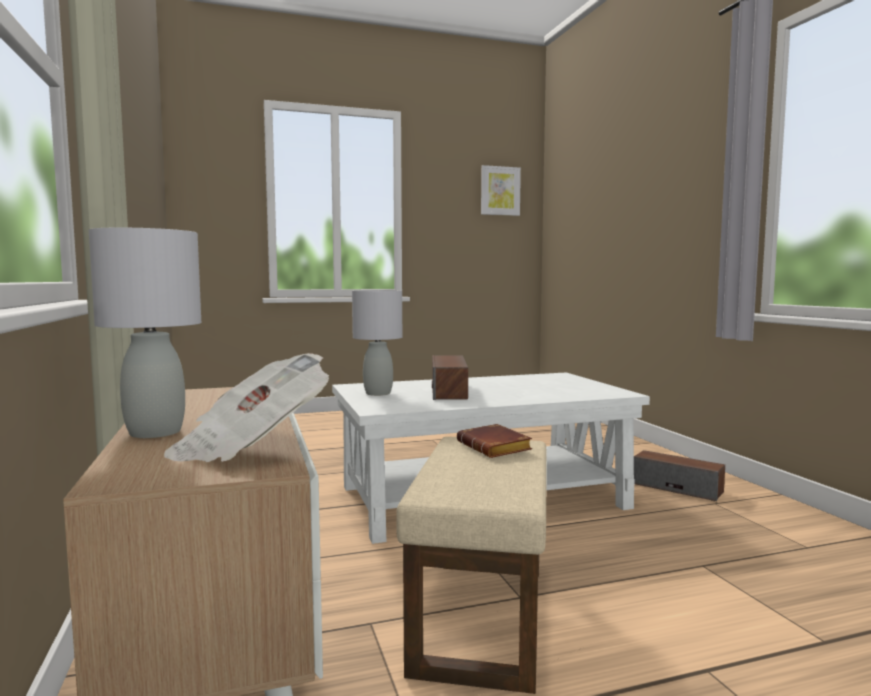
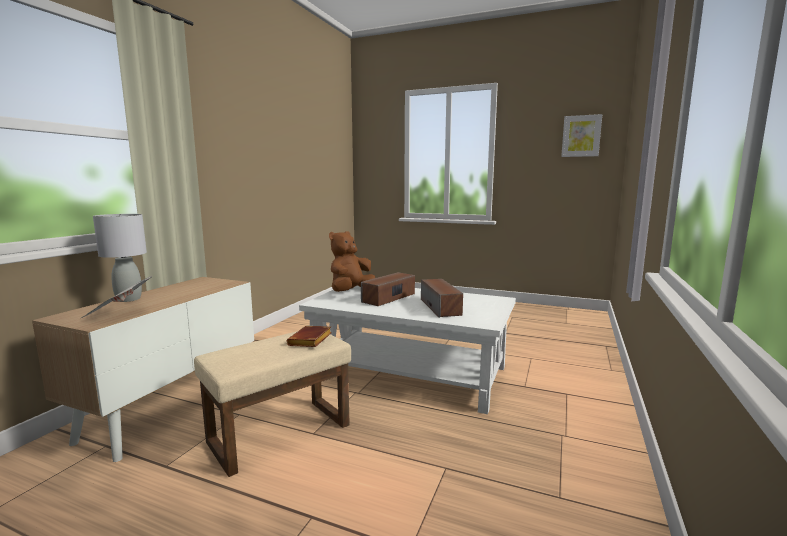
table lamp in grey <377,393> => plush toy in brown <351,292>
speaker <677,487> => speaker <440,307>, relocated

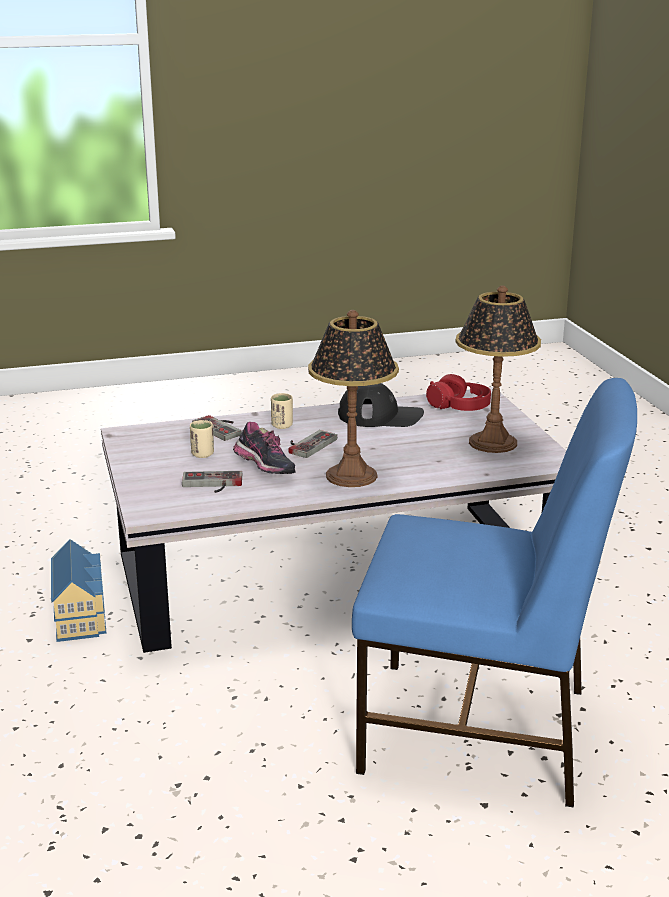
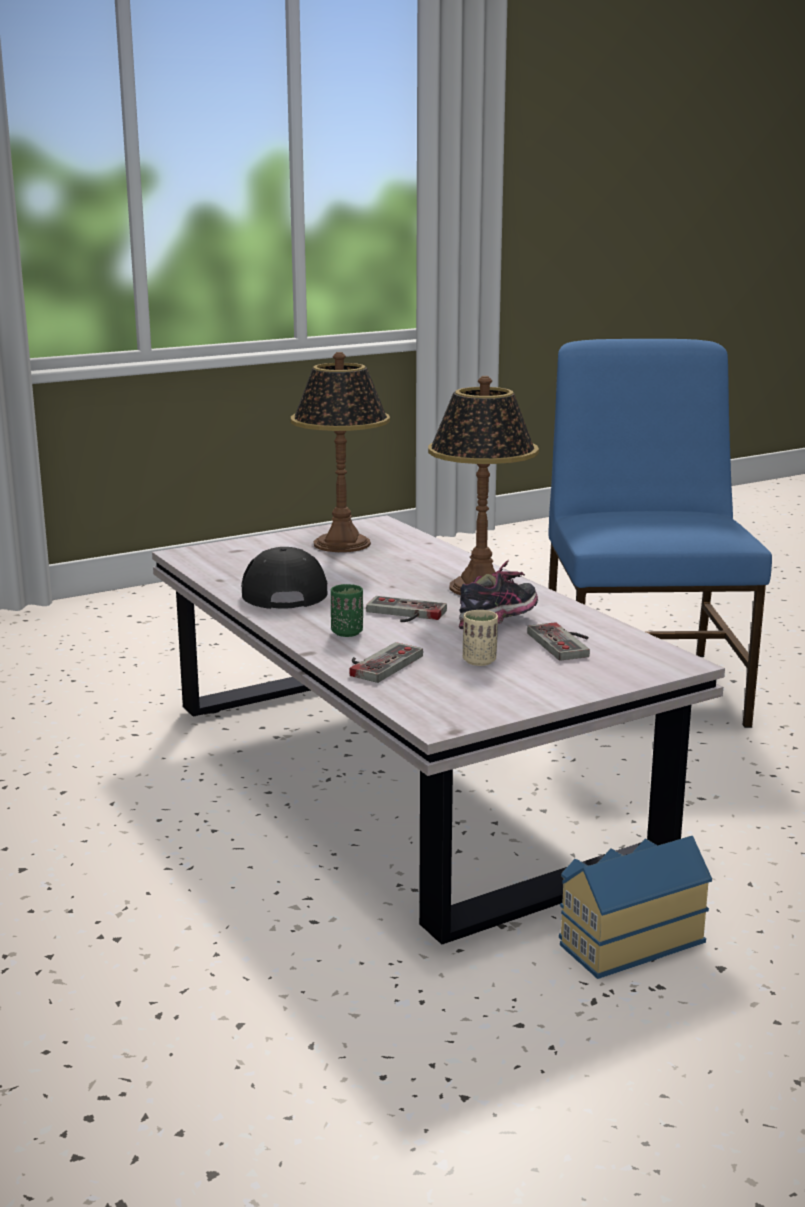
cup in beige <282,426> => cup in green <347,632>
headphones in red <459,406> => nothing

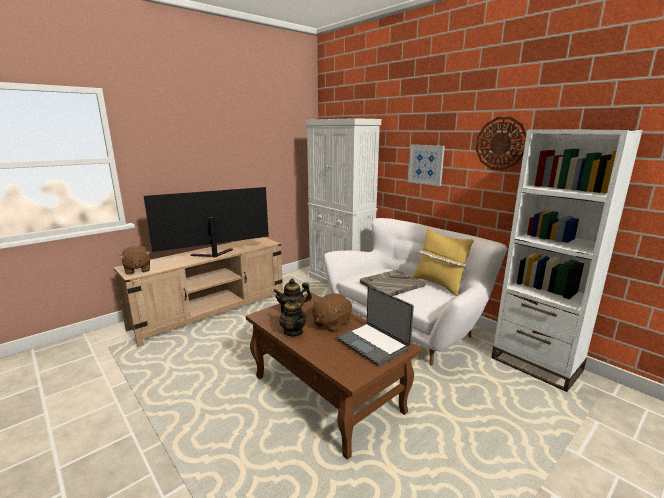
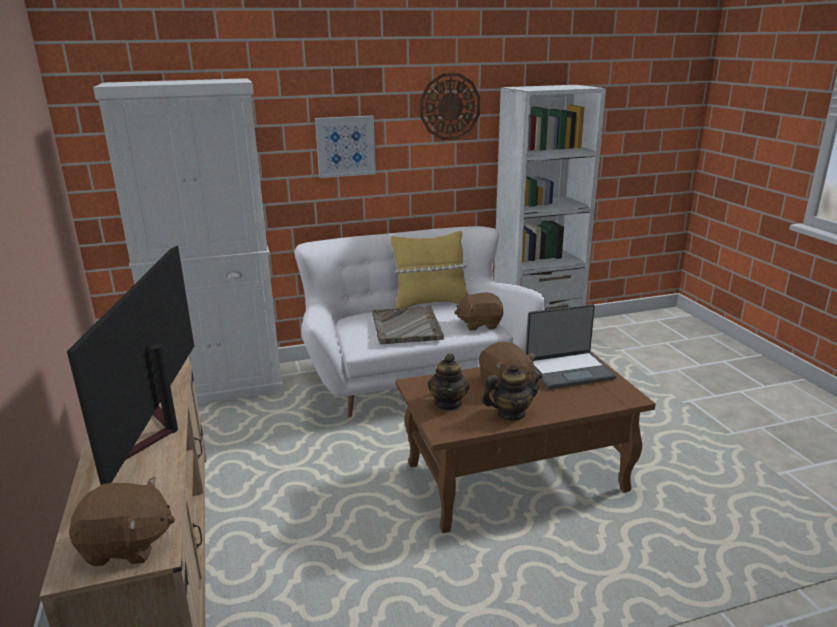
nothing => plush toy in brown <479,324>

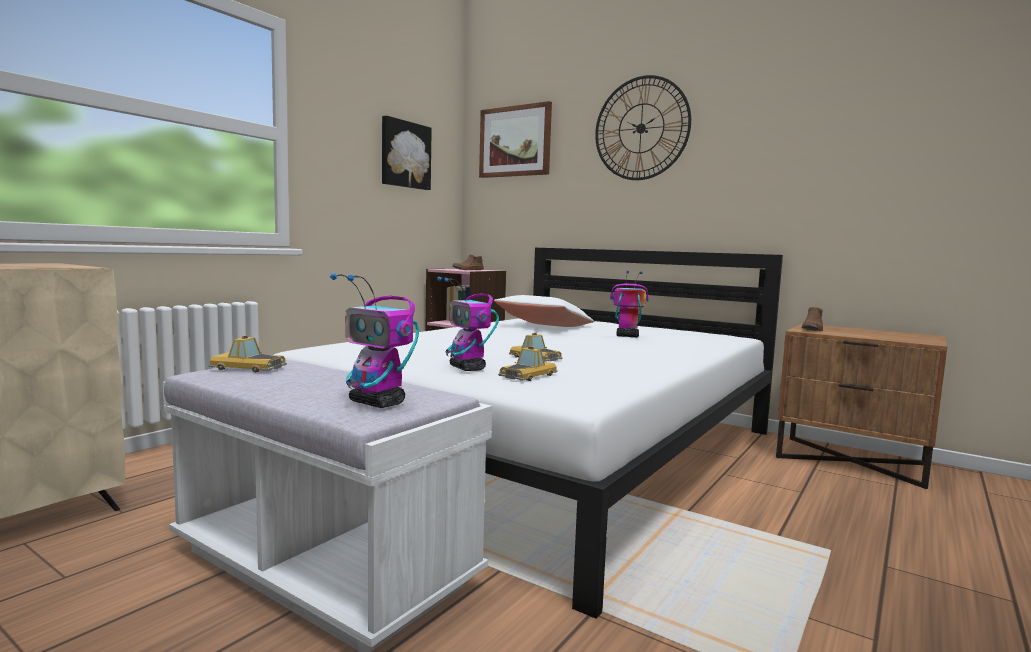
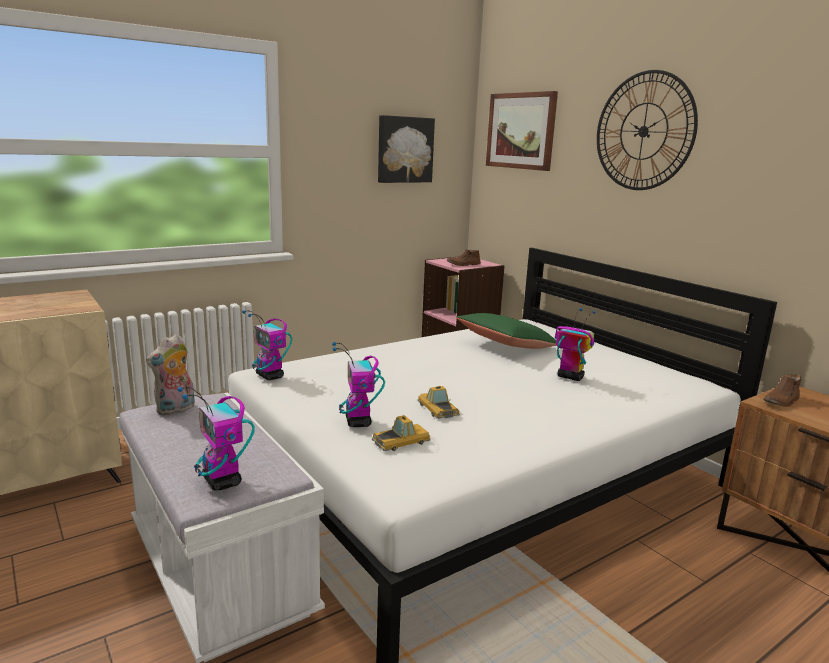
toy car <247,367> => plush toy <176,410>
pillow in white <544,327> => pillow in green <506,345>
nothing => toy robot <270,376>

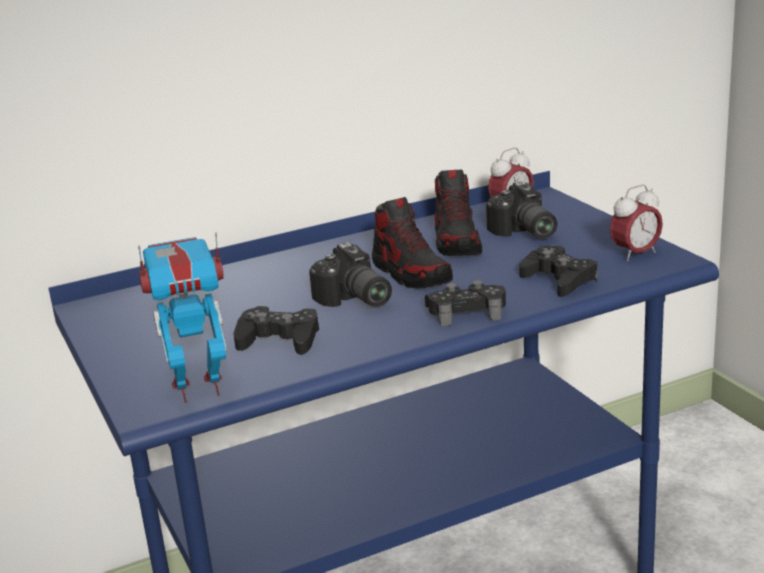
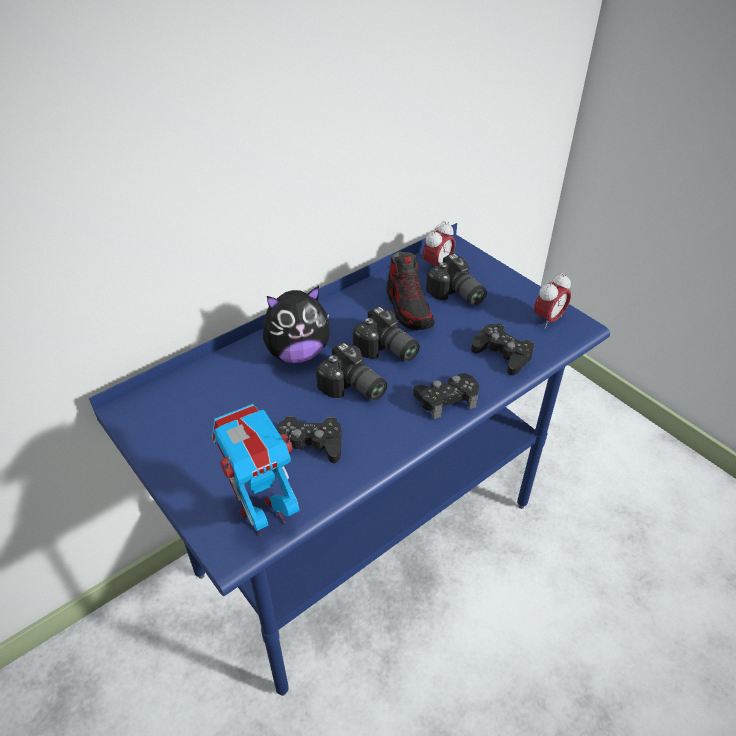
shoe <411,273> => photo camera <386,351>
nothing => plush toy <297,353>

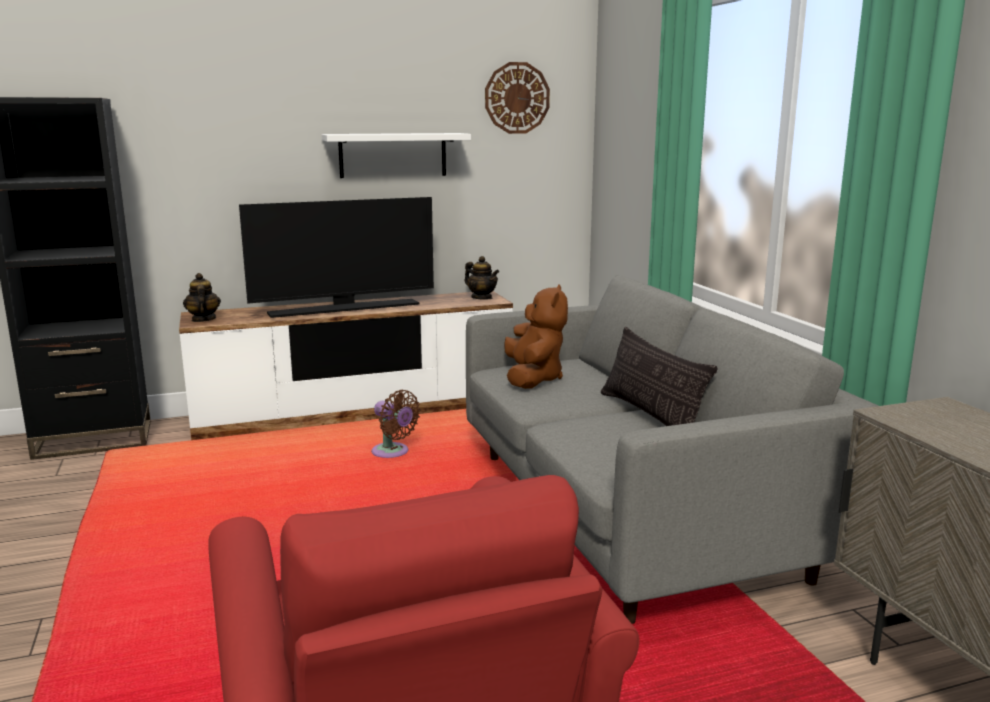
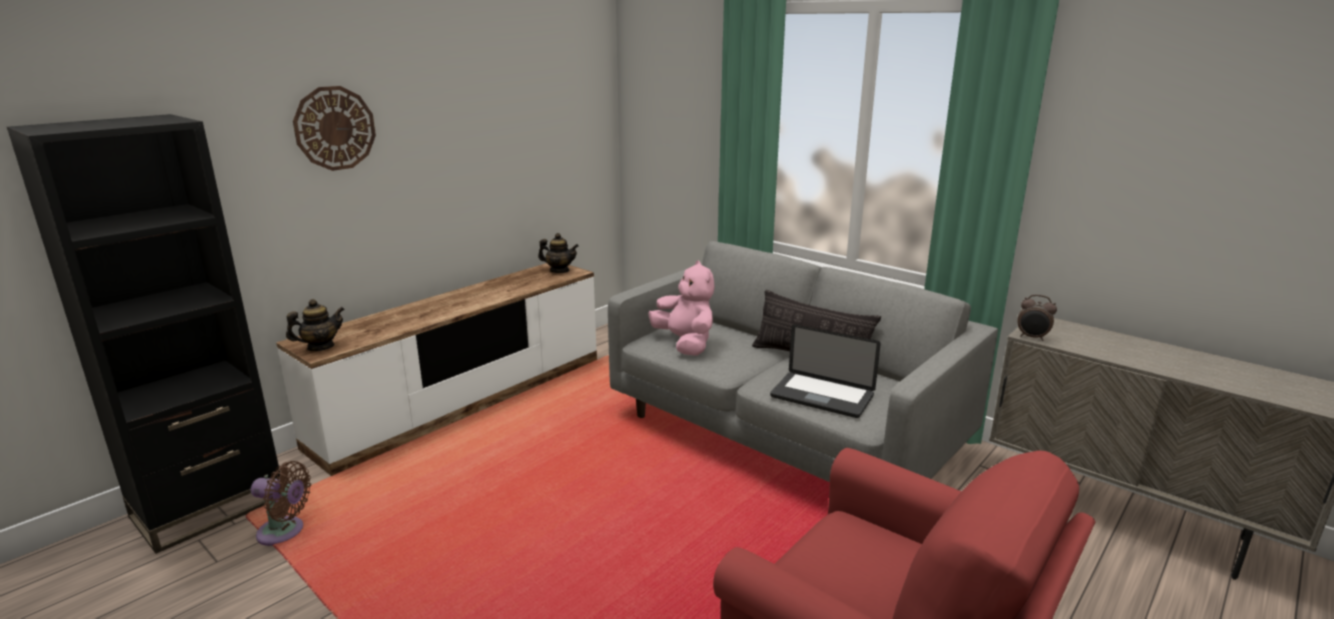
teapot <203,319> => teapot <320,347>, 105 degrees clockwise
television <345,309> => nothing
shelf in white <393,155> => nothing
fan in brown <393,453> => fan in brown <285,532>, relocated
wall clock <517,98> => wall clock <335,128>, relocated
plush toy in brown <533,379> => plush toy in pink <685,344>
nothing => laptop <822,396>
nothing => alarm clock <1032,337>

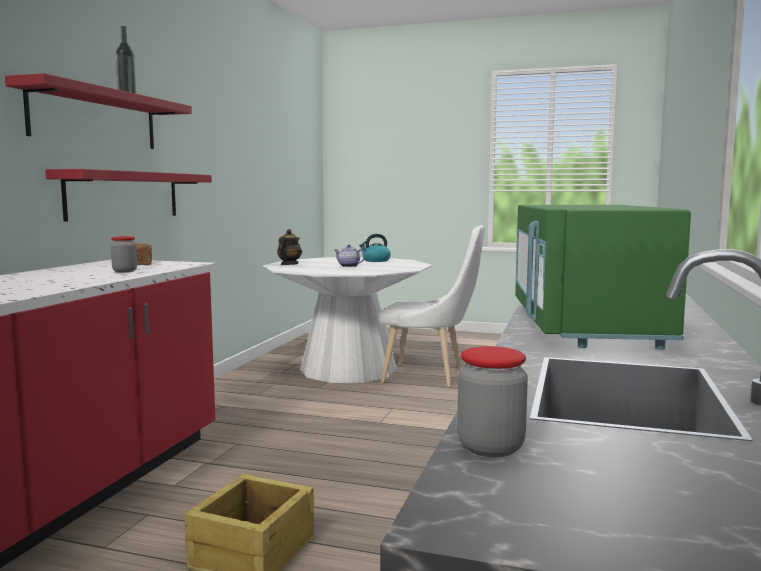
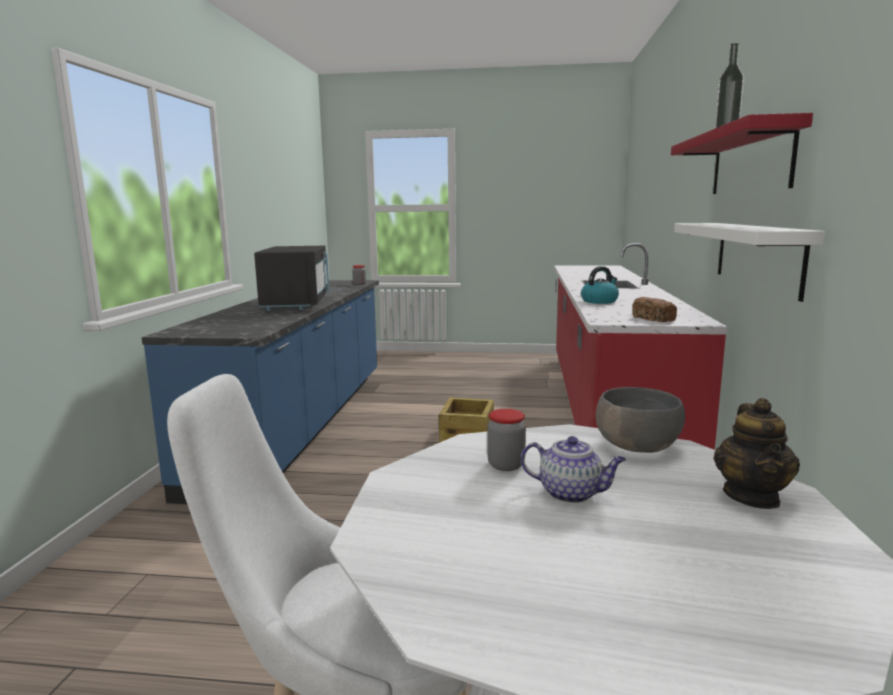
shelf in red <124,195> => shelf in white <757,256>
jar <124,271> => jar <506,465>, relocated
kettle <375,260> => kettle <599,301>, relocated
microwave in green <584,326> => microwave in black <297,303>
nothing => bowl in grey <636,446>

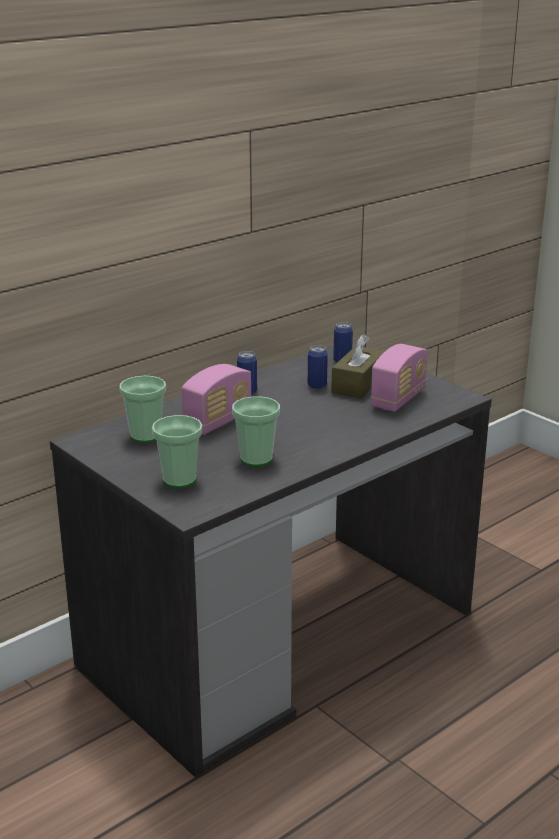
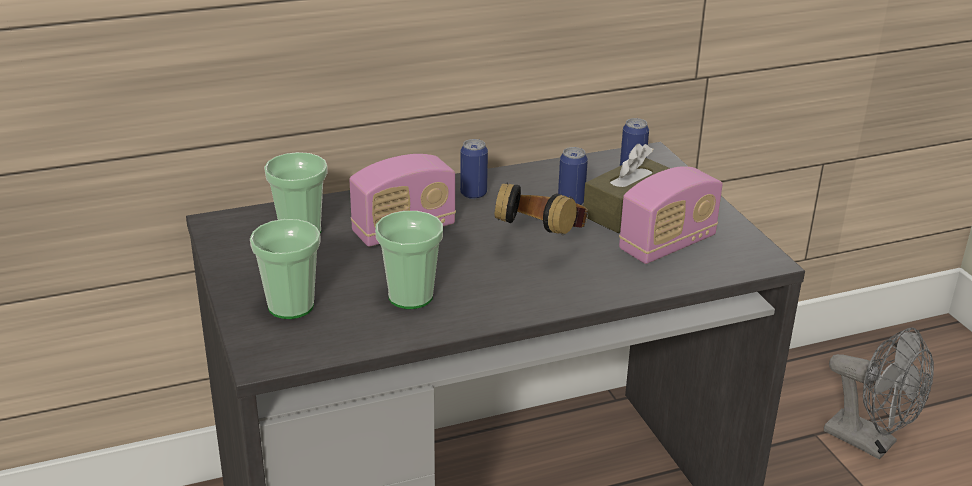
nothing => headphones <543,241>
nothing => fan in grey <870,442>

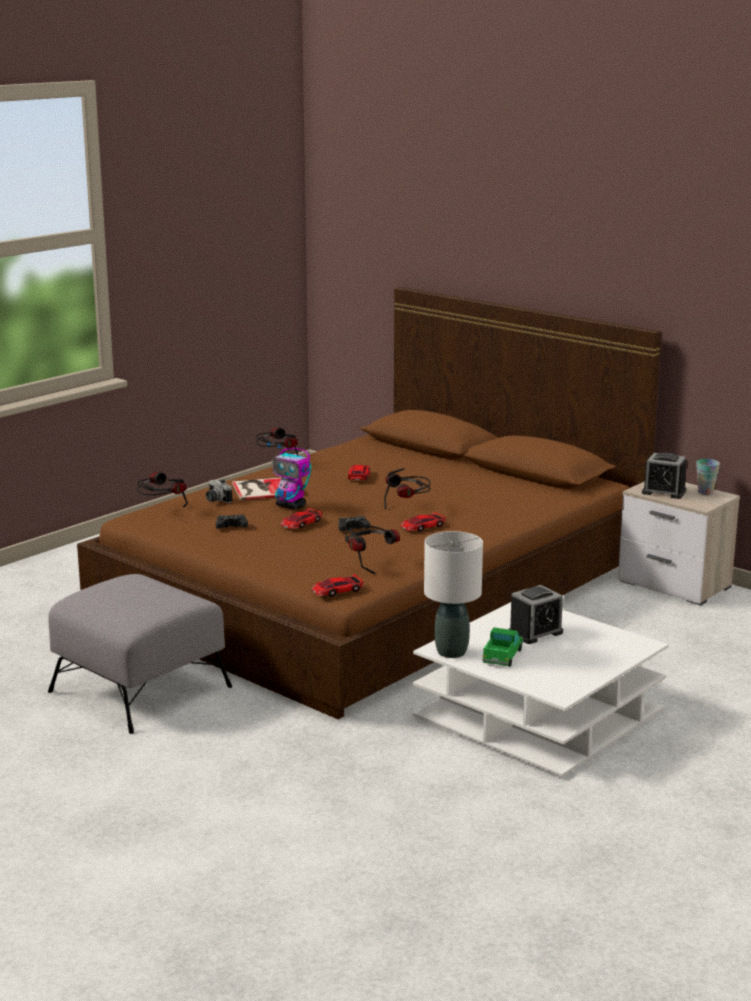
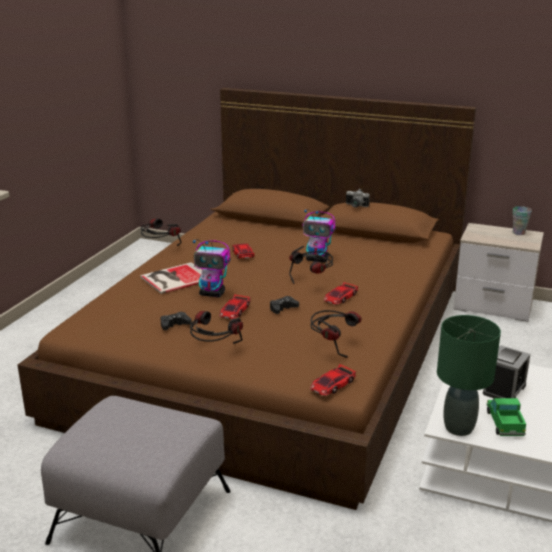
headphones <161,509> => headphones <214,350>, relocated
photo camera <216,500> => photo camera <355,206>, relocated
table lamp in white <451,652> => table lamp in green <458,428>
alarm clock <664,492> => nothing
nothing => toy robot <317,259>

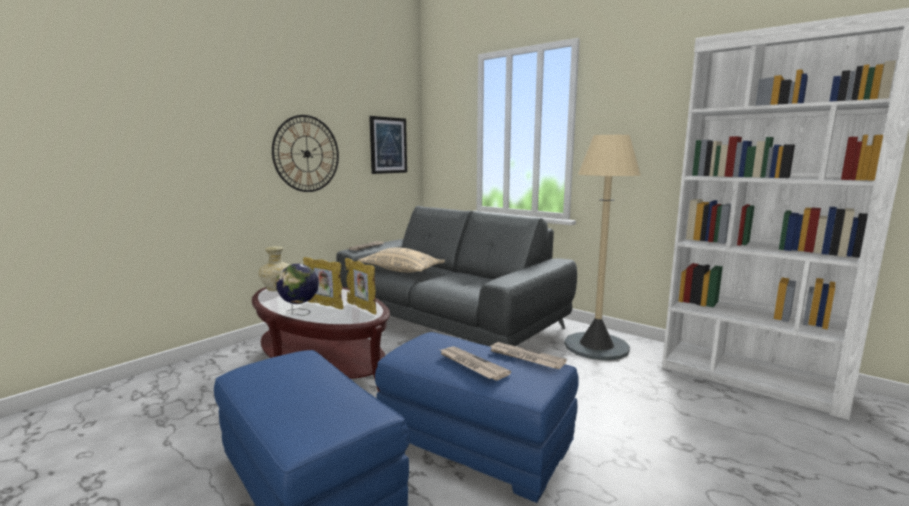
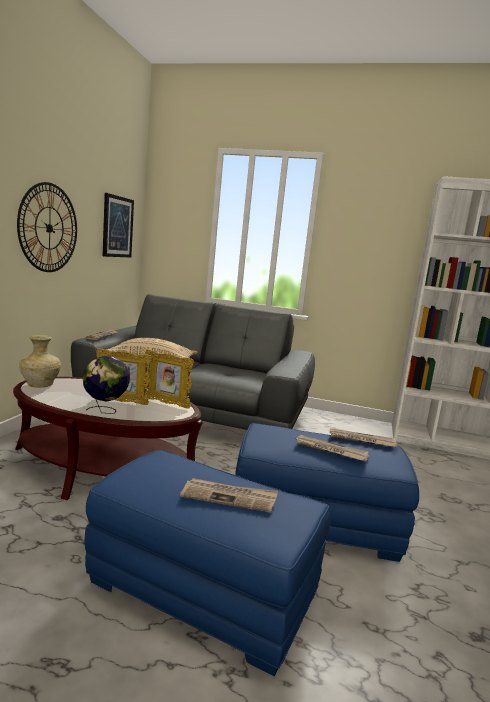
floor lamp in beige <596,346> => nothing
nothing => newspaper <229,497>

